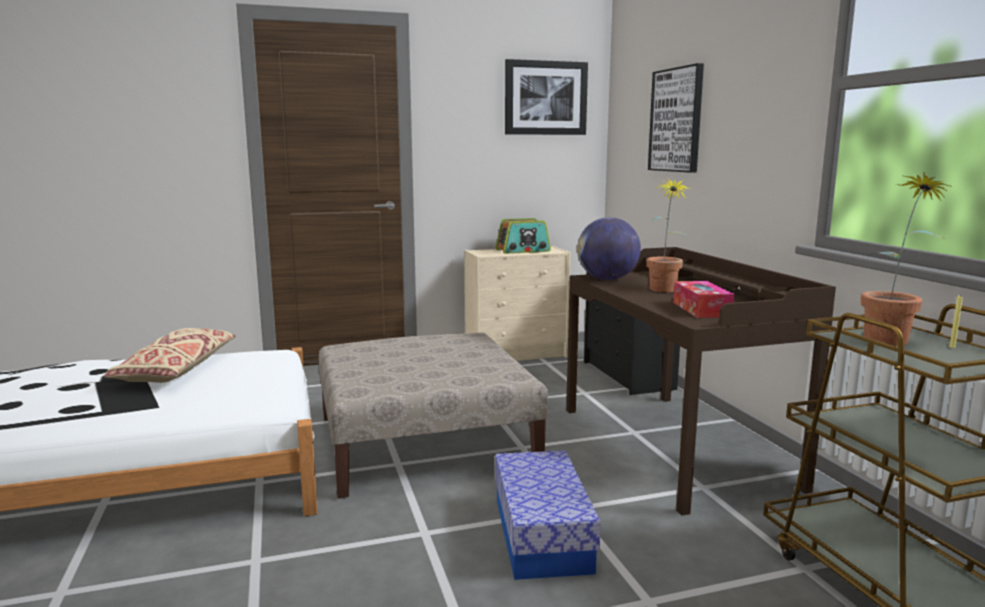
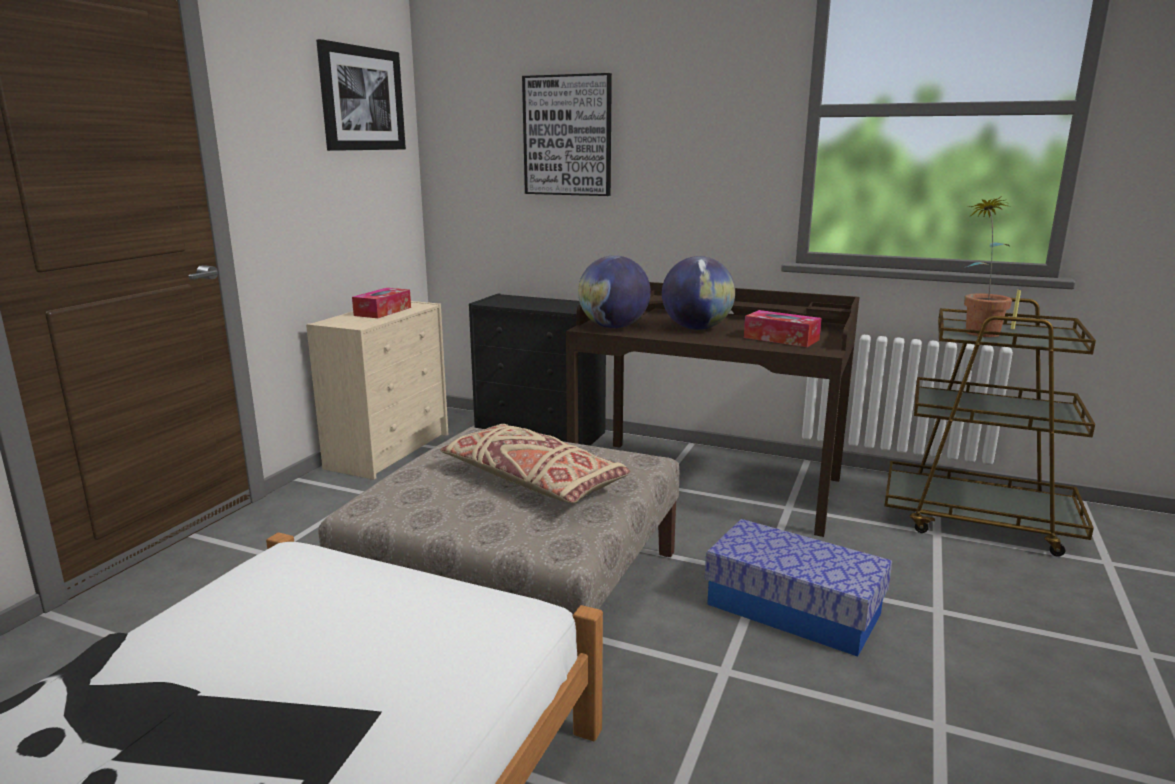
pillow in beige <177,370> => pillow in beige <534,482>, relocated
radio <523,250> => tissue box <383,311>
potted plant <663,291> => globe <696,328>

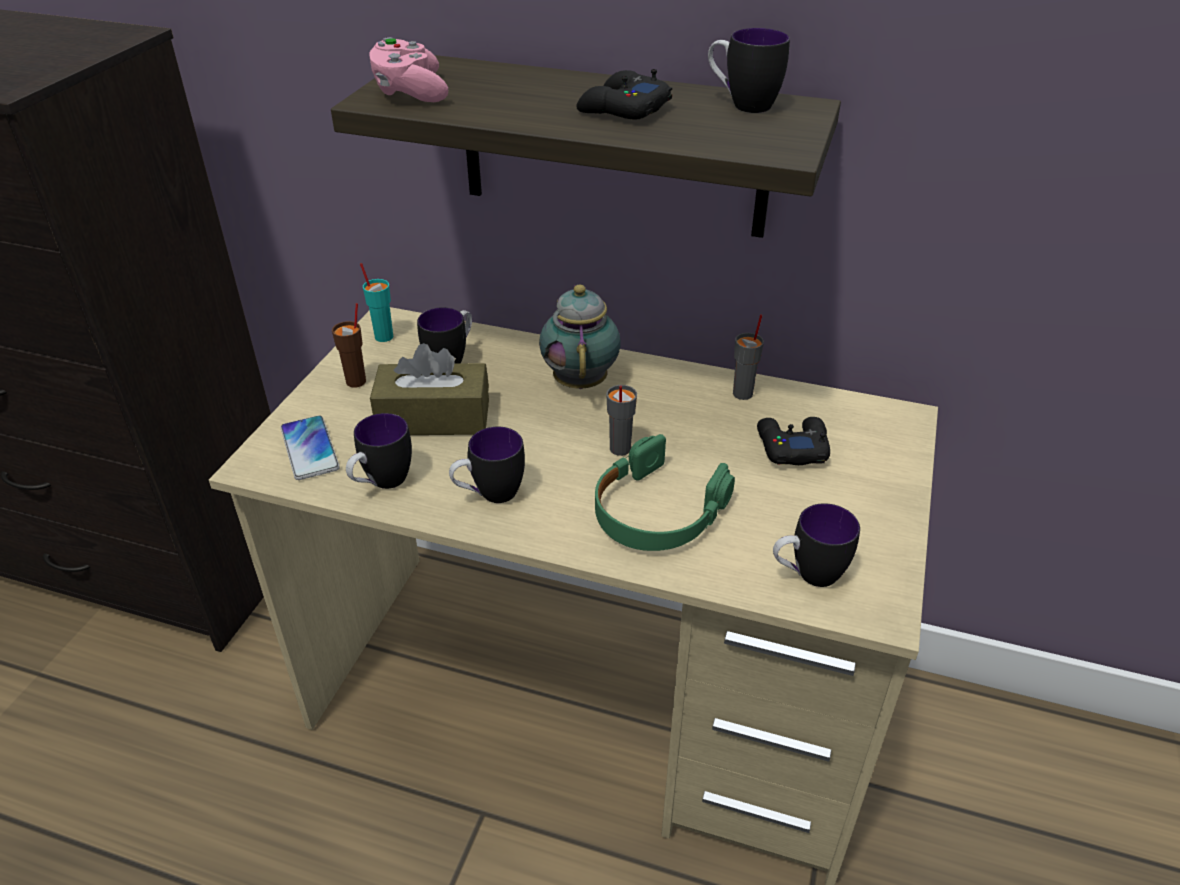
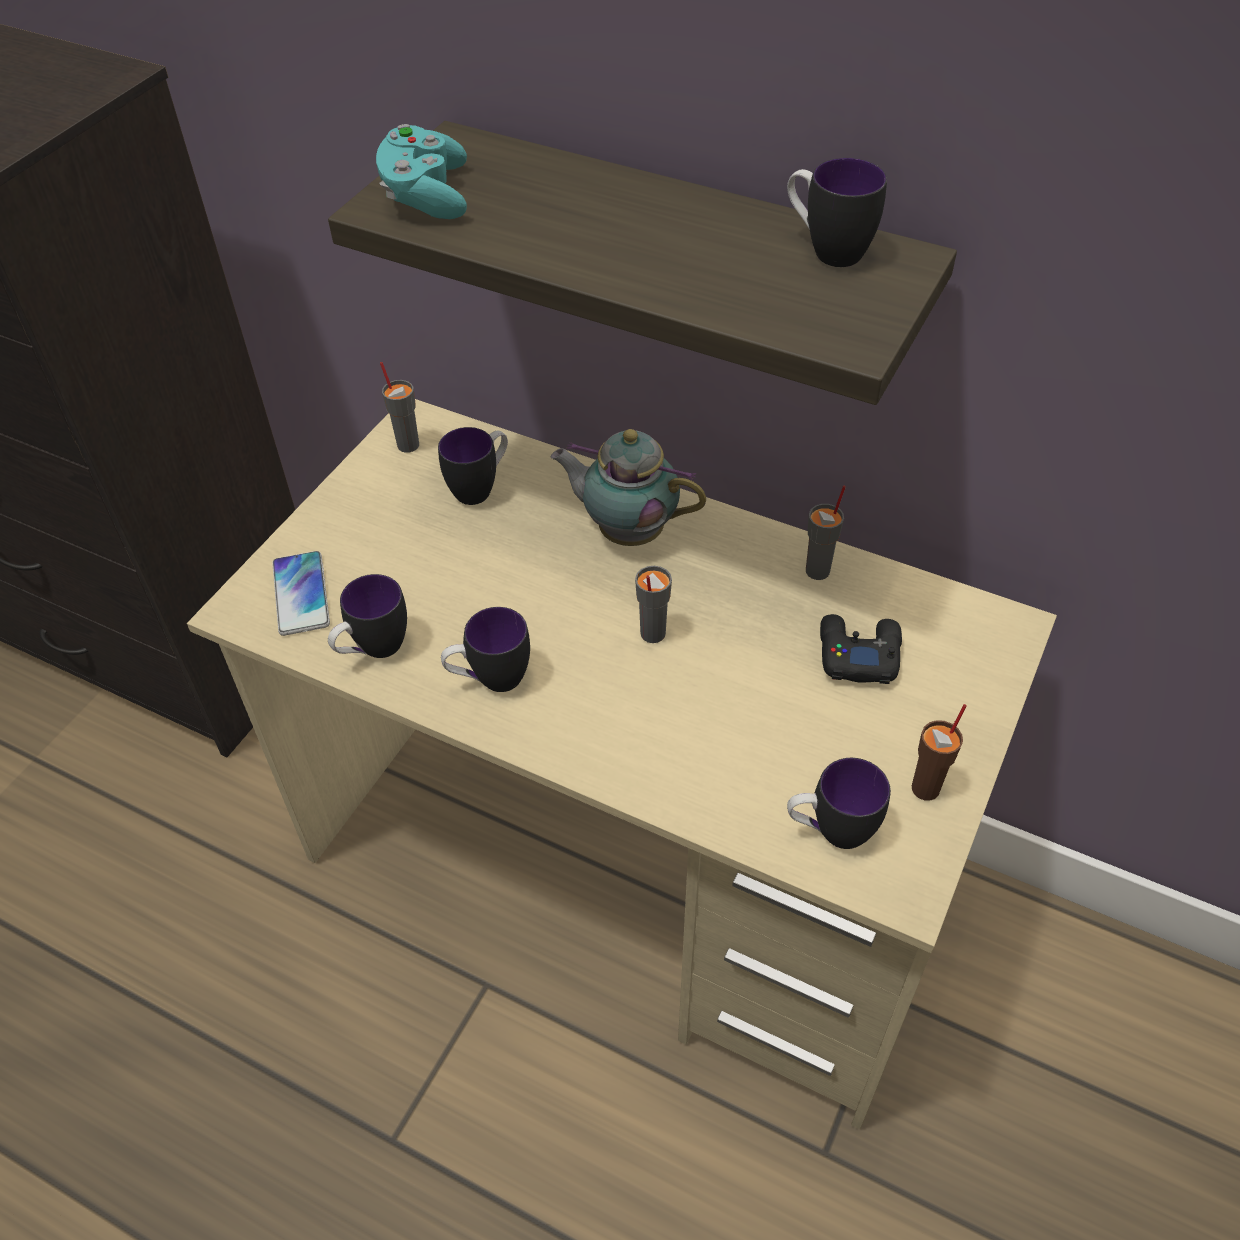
cup in brown <357,381> => cup in brown <926,788>, relocated
cup in turquoise <384,336> => cup in grey <408,444>
game controller in pink <410,92> => game controller in turquoise <426,196>
tissue box in brown <434,417> => nothing
teapot <581,380> => teapot <627,531>, 75 degrees counterclockwise
game controller in black <623,109> => nothing
headphones in green <656,511> => nothing

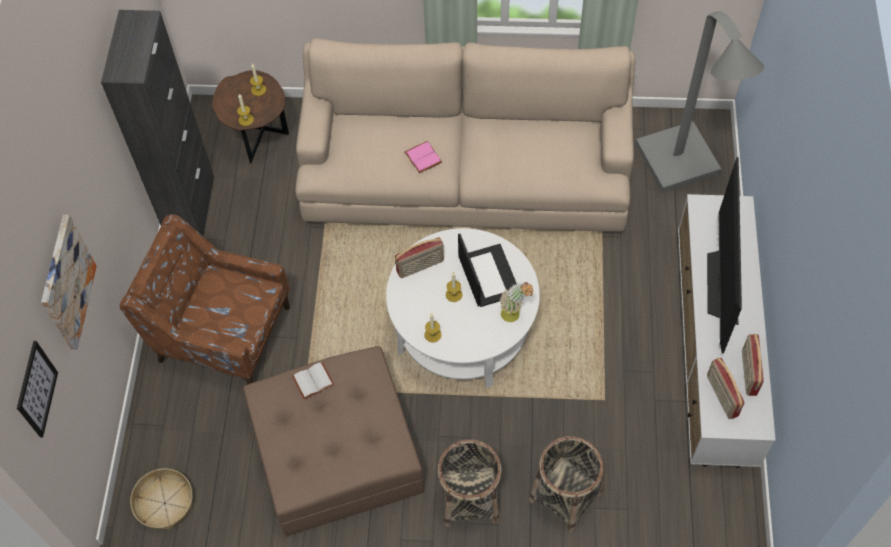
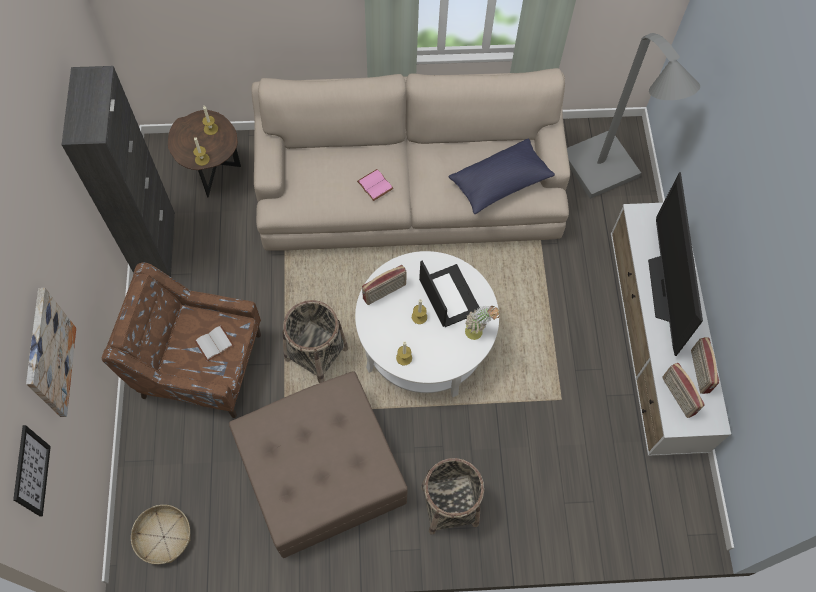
book in white <313,382> => book in white <214,344>, relocated
basket <565,496> => basket <316,354>, relocated
nothing => pillow in blue <500,183>

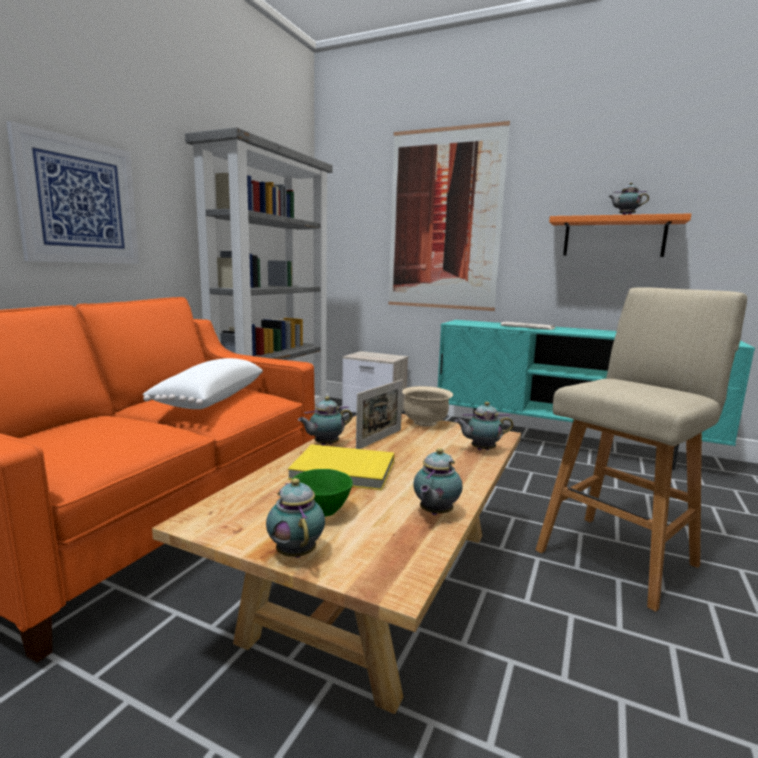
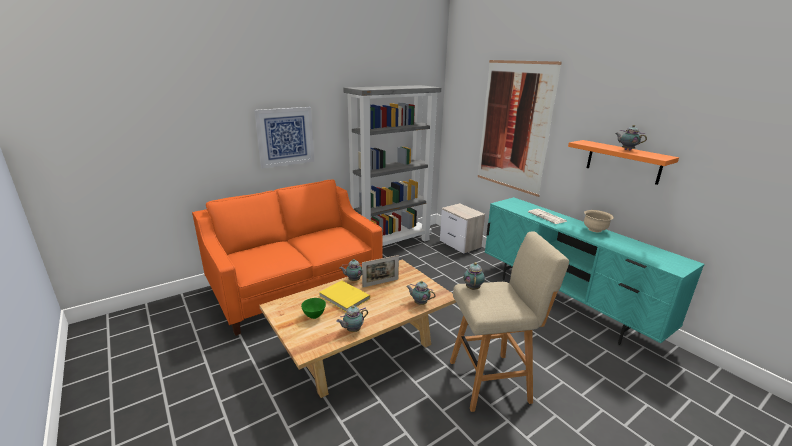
pillow in white <209,399> => nothing
teapot <296,552> => teapot <473,288>, relocated
bowl in beige <425,423> => bowl in beige <595,230>, relocated

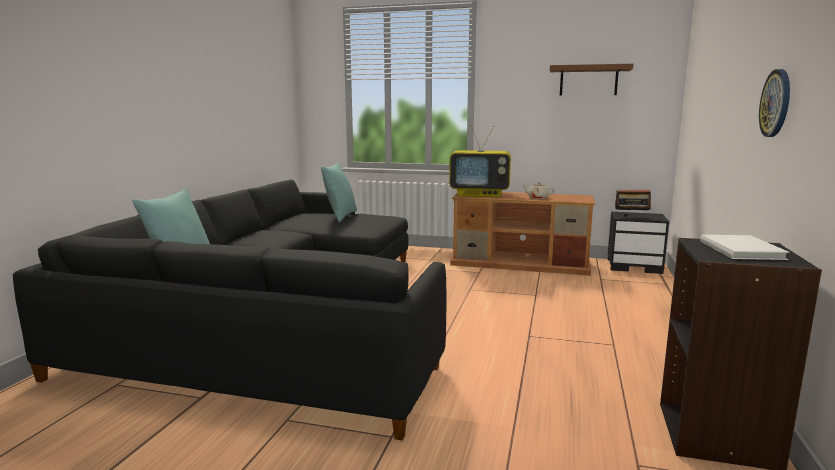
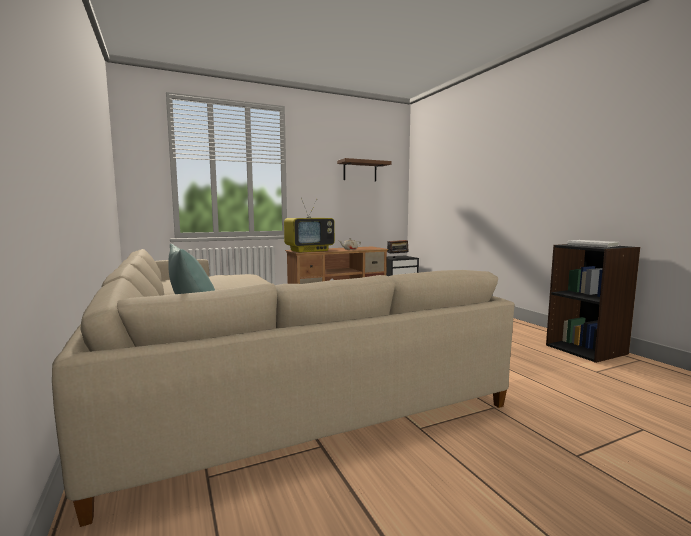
sofa in black <276,313> => sofa in beige <234,367>
pillow in turquoise <340,216> => nothing
wall clock <776,103> => nothing

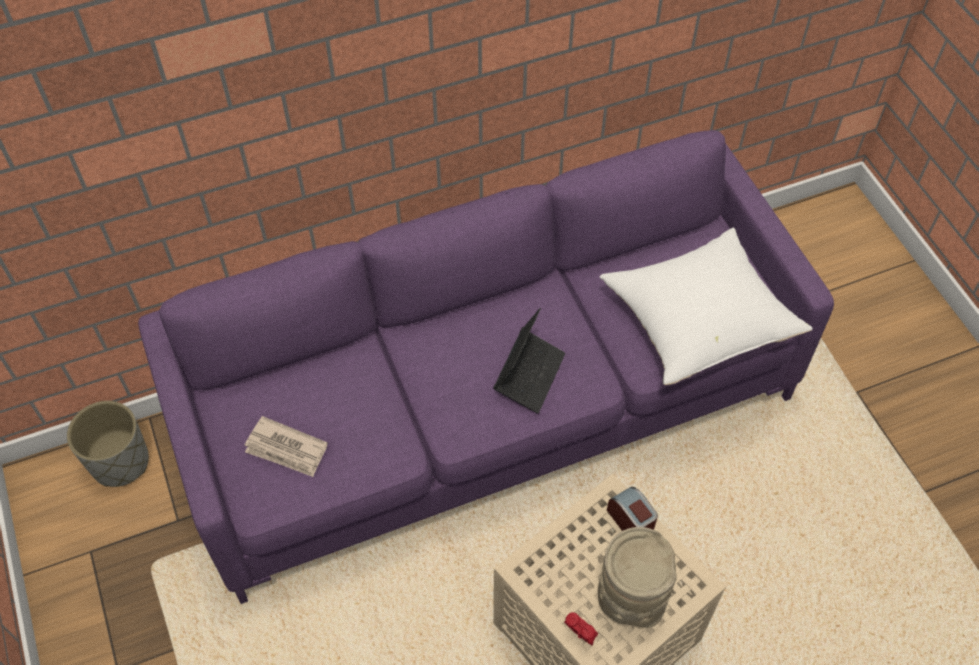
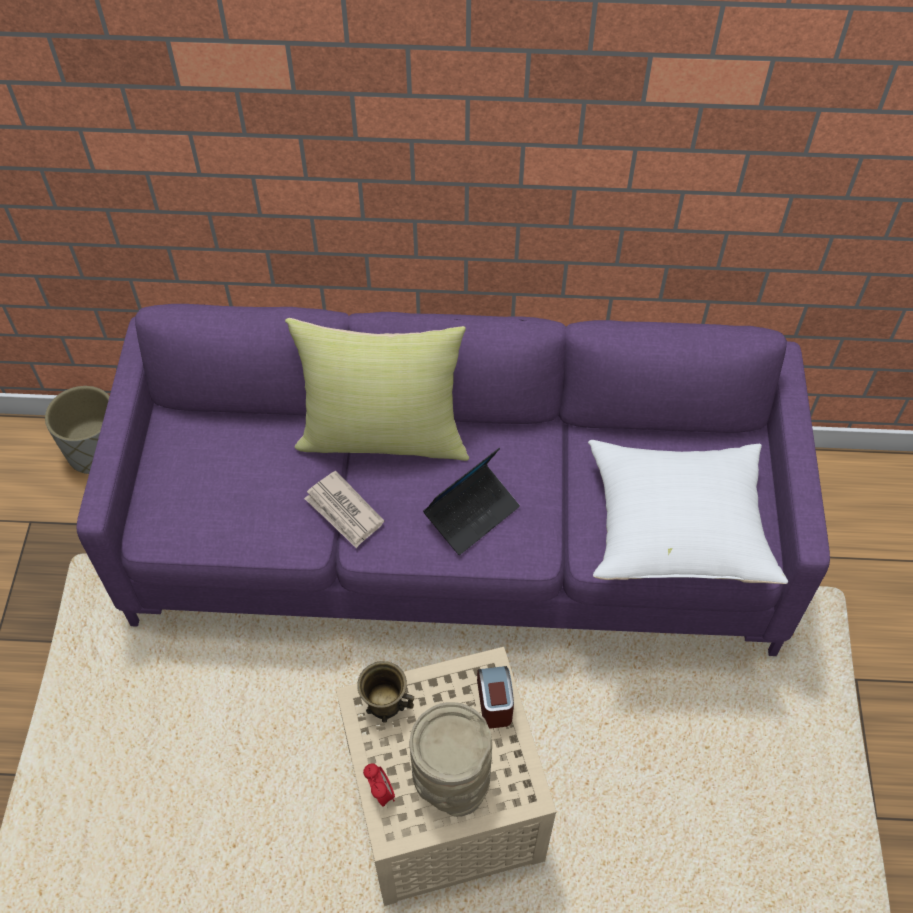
newspaper <286,449> => newspaper <344,512>, relocated
nothing => pillow in yellow <384,435>
nothing => mug in brown <385,703>

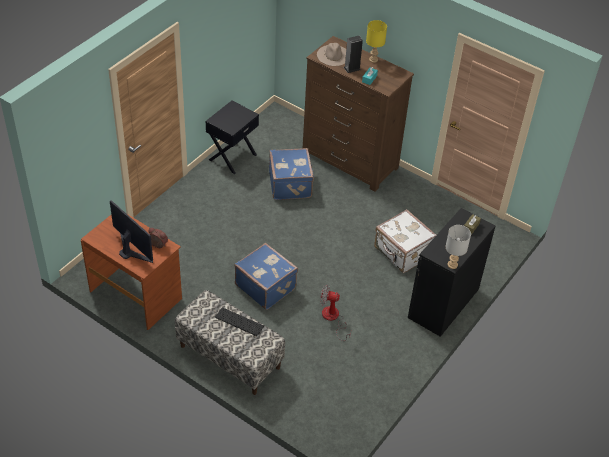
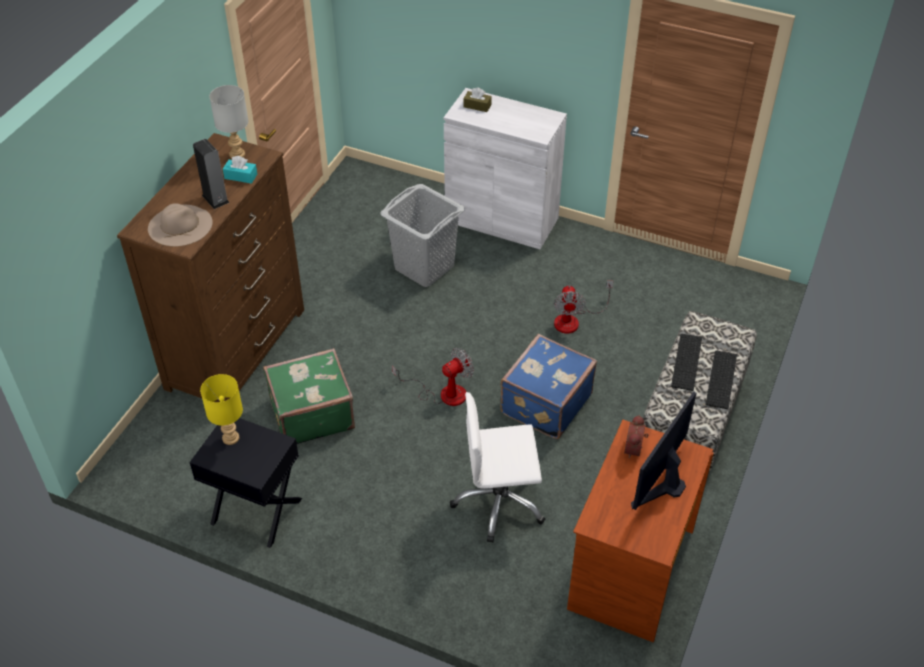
suitcase in blue <291,184> => suitcase in green <311,414>
table lamp in yellow <373,60> => table lamp in yellow <231,438>, relocated
suitcase in white <402,253> => laundry basket in grey <424,266>
cabinet in black <443,303> => cabinet in white <501,219>
table lamp in grey <452,264> => table lamp in grey <236,154>, relocated
nothing => fan <443,393>
nothing => office chair in white <499,502>
nothing => keyboard <722,380>

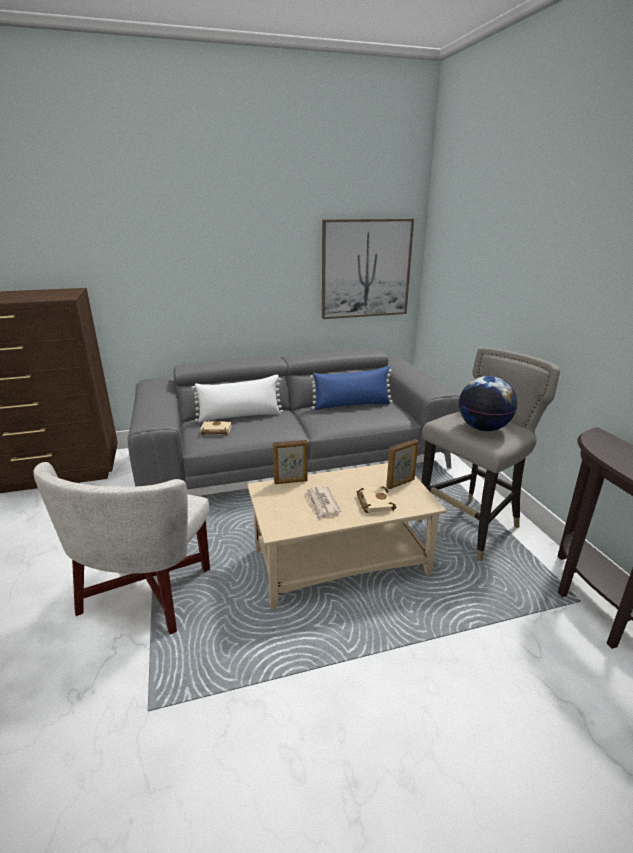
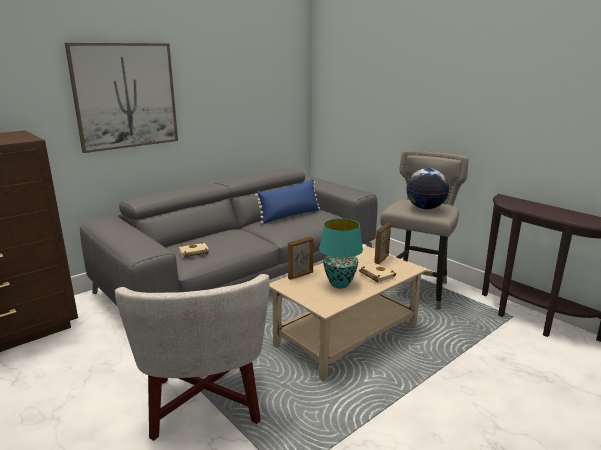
pillow in white <240,416> => nothing
newspaper <322,504> => table lamp in turquoise <340,284>
picture <366,269> => picture <125,96>, relocated

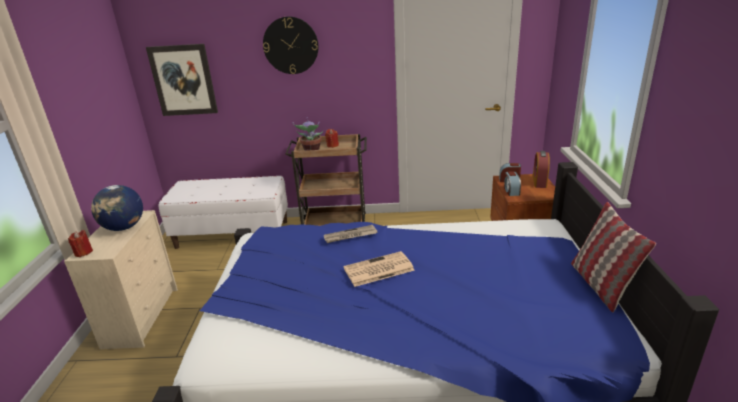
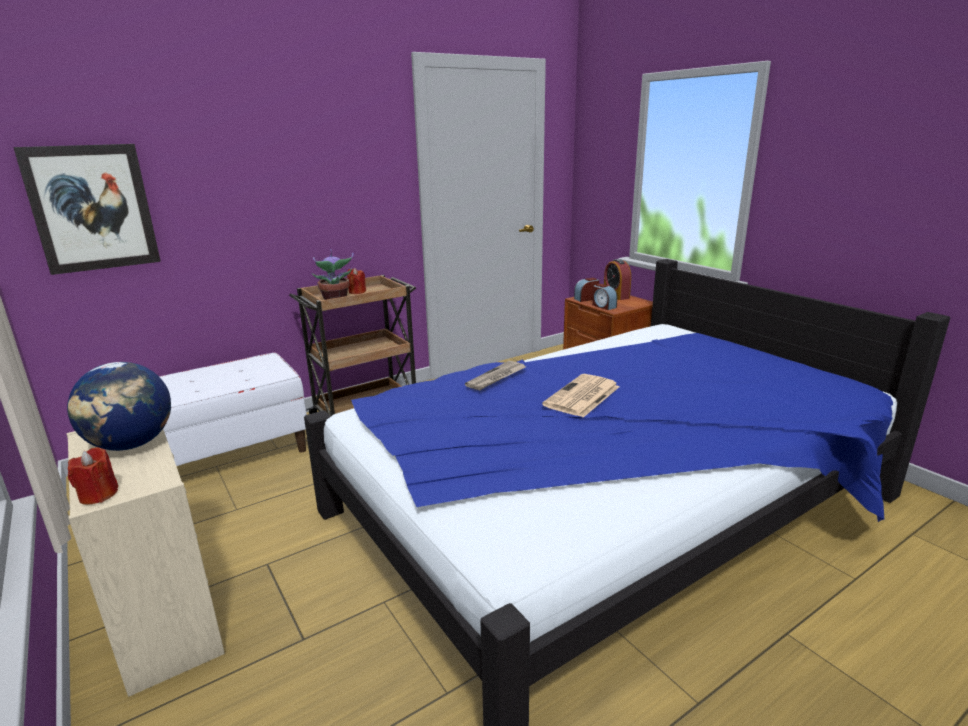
wall clock <291,45> => nothing
pillow <600,285> => nothing

